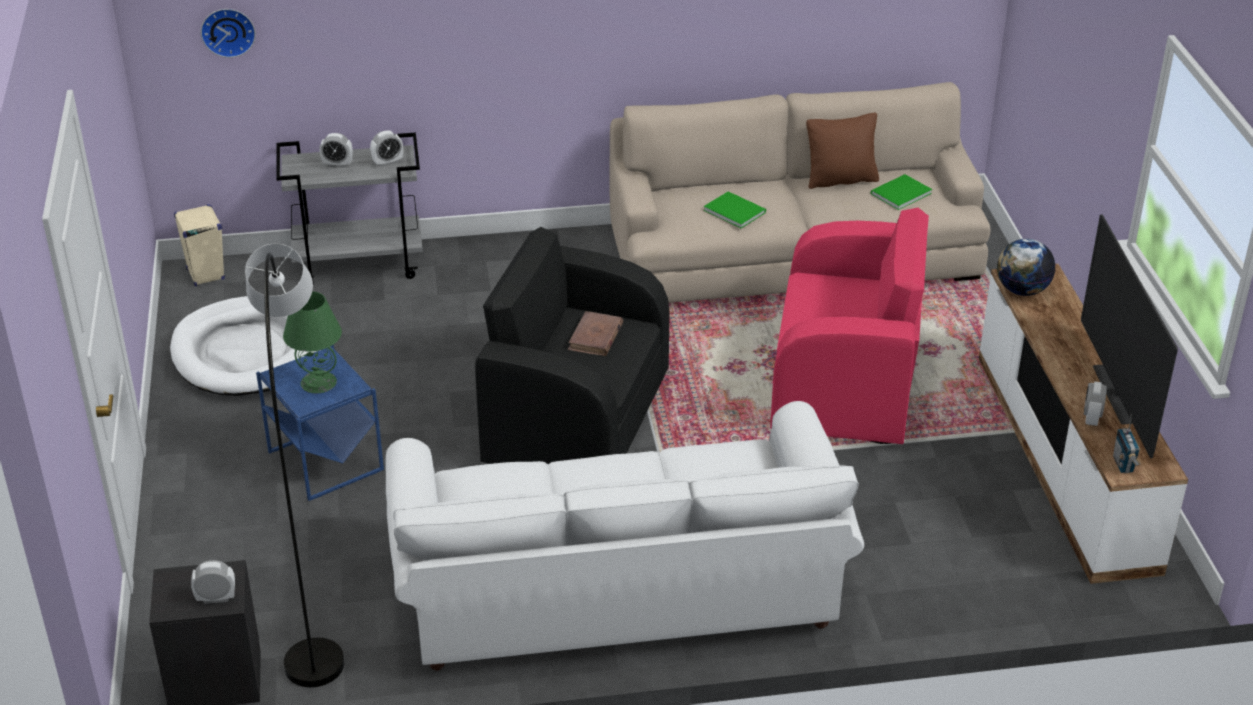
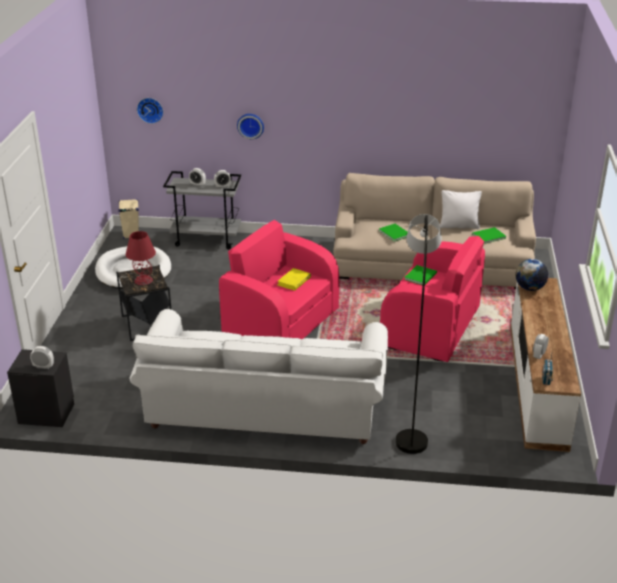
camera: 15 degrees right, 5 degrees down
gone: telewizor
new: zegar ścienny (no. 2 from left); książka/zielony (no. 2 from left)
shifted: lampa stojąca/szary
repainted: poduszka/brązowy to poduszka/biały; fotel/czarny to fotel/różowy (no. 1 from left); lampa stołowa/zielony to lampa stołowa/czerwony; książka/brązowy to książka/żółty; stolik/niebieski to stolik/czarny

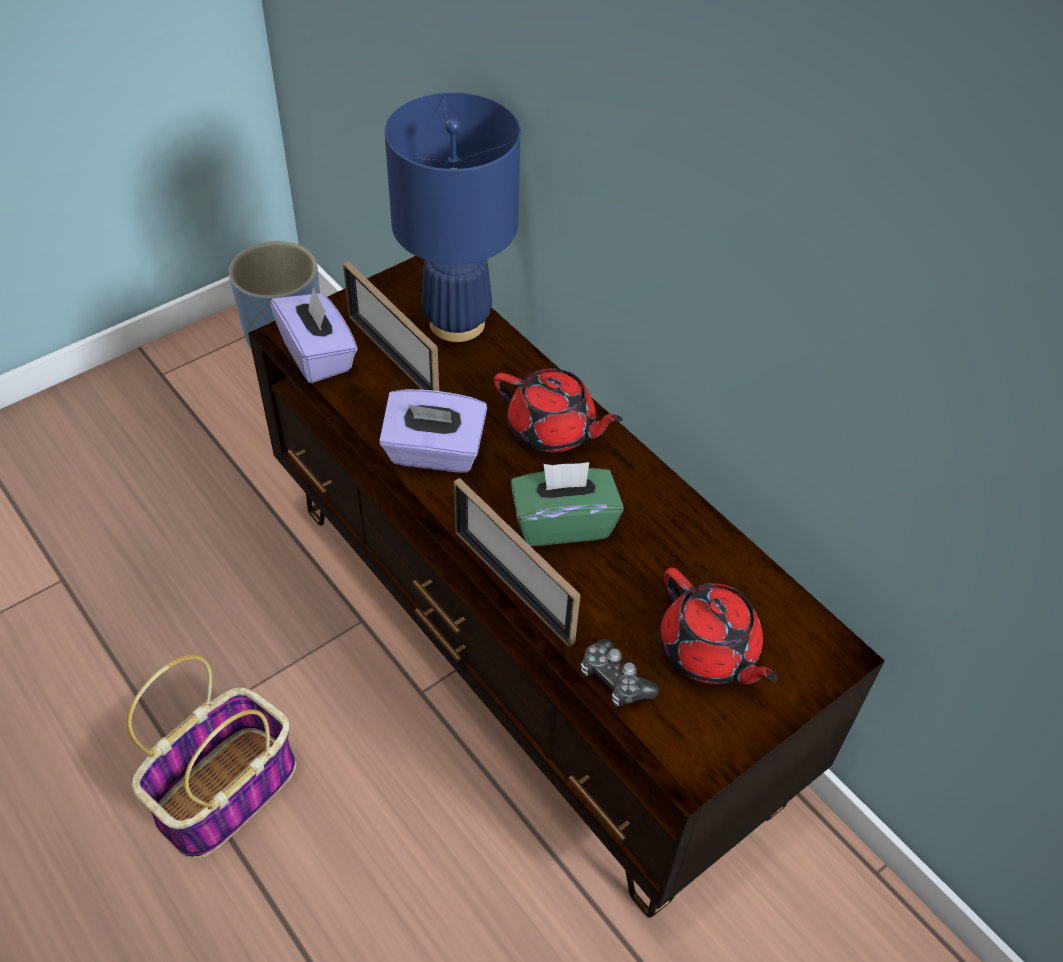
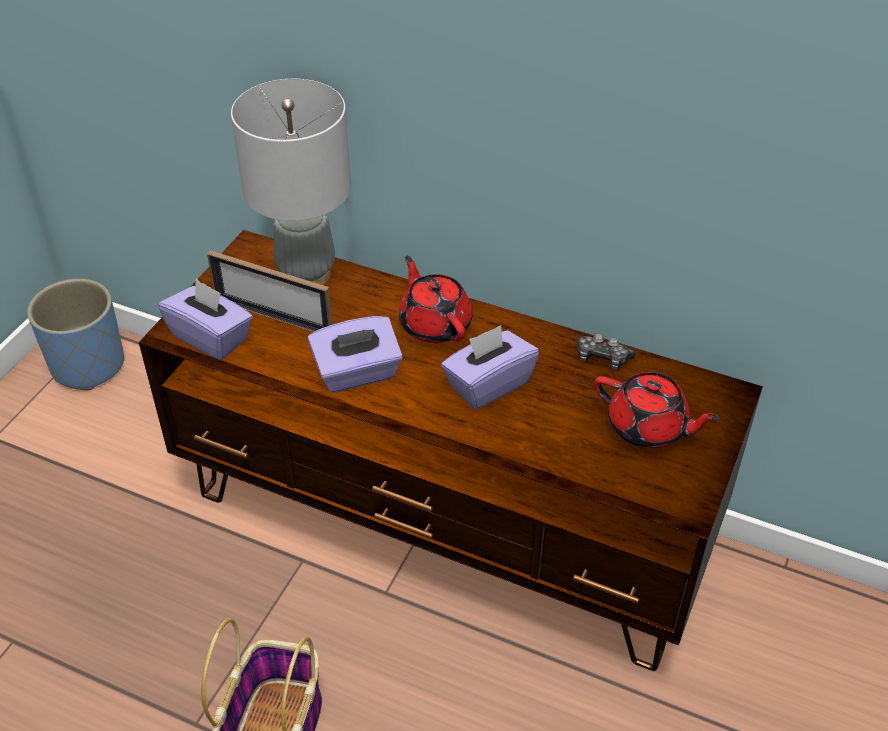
camera: 25 degrees left, 5 degrees down
gone: ramka na zdjęcie (no. 2 from left)
shifted: pad do gier
repainted: lampa stołowa/niebieski to lampa stołowa/szary; pudełko chusteczek/zielony to pudełko chusteczek/fioletowy (no. 3 from left)
rotated: imbryk/czerwony (no. 1 from left) 120 degrees counterclockwise

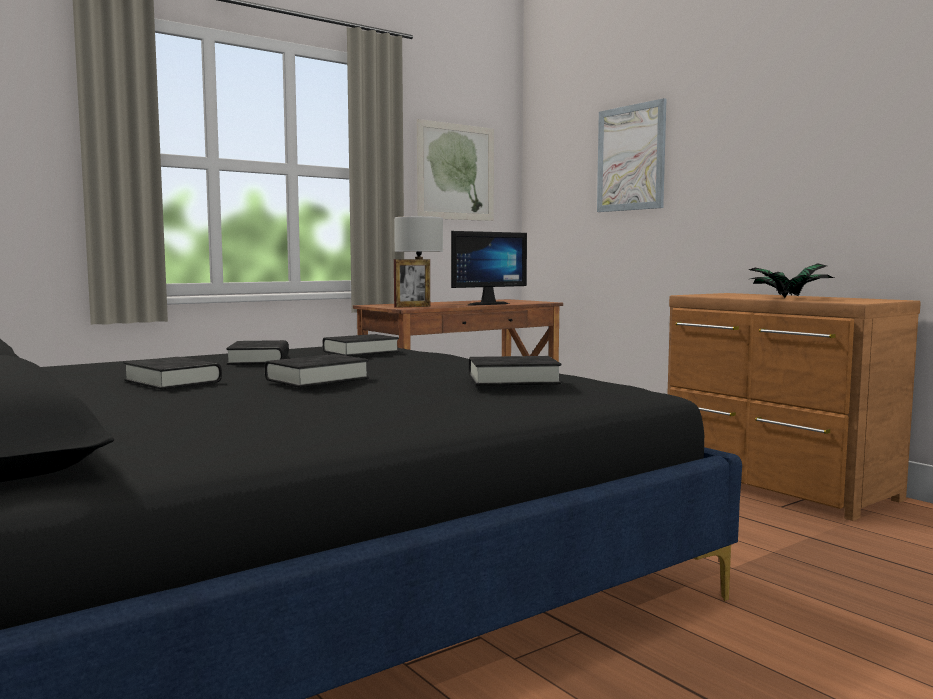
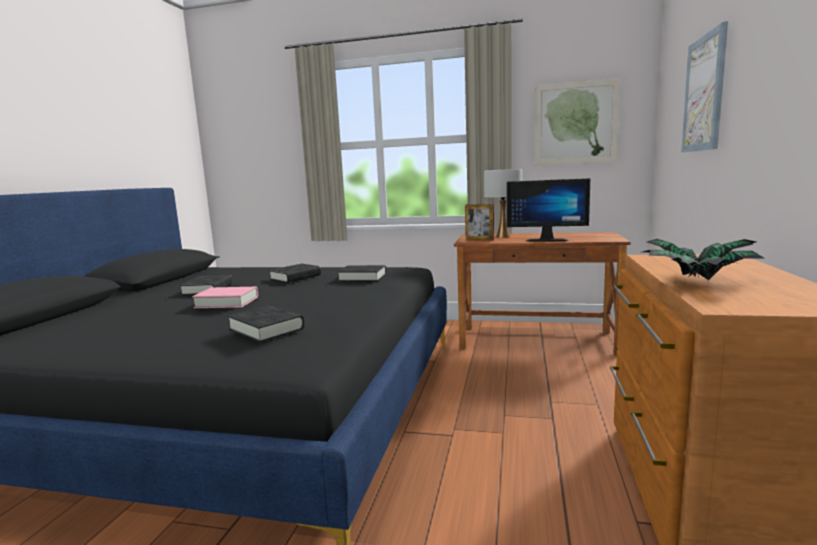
camera: 50 degrees right, 5 degrees up
repainted: książka/czarny (no. 3 from left) to książka/różowy

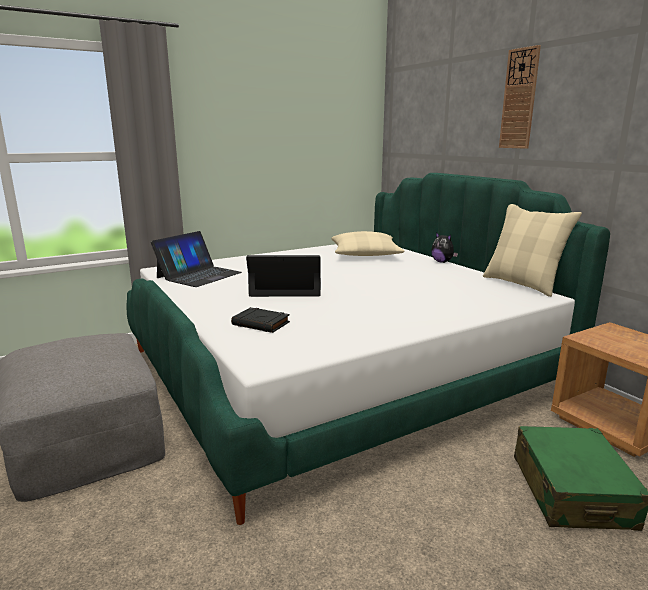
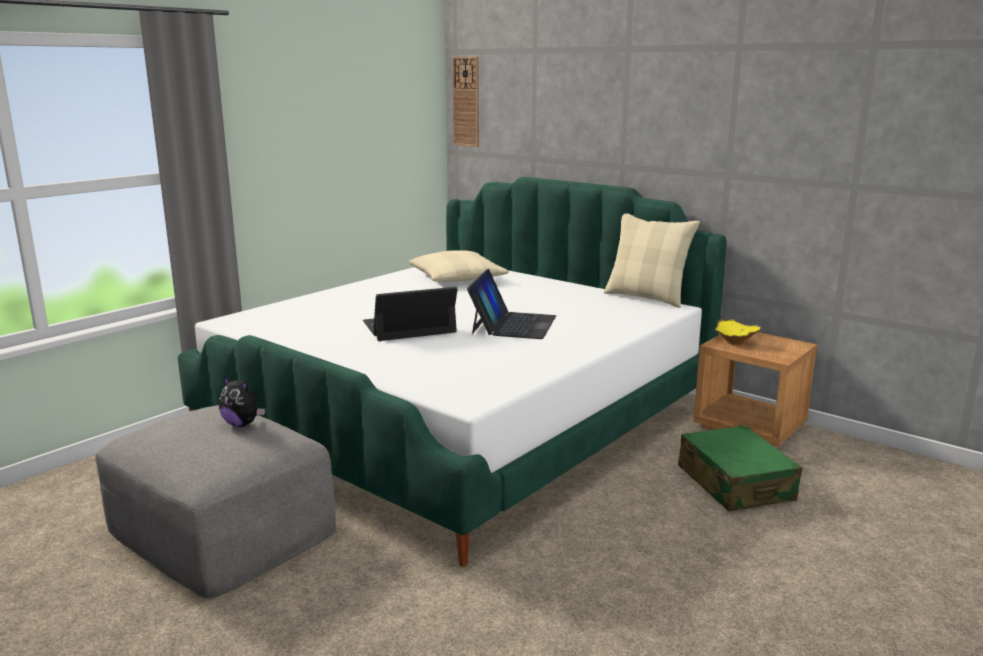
camera: 20 degrees left, 0 degrees up
gone: książka/czarny
new: miska/żółty
shifted: zegar ścienny; laptop (no. 1 from left in the first image) to laptop (no. 2 from left); pluszak

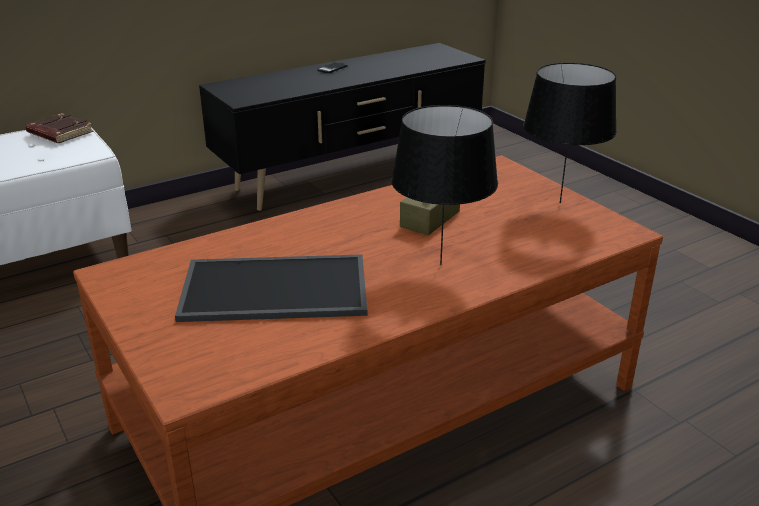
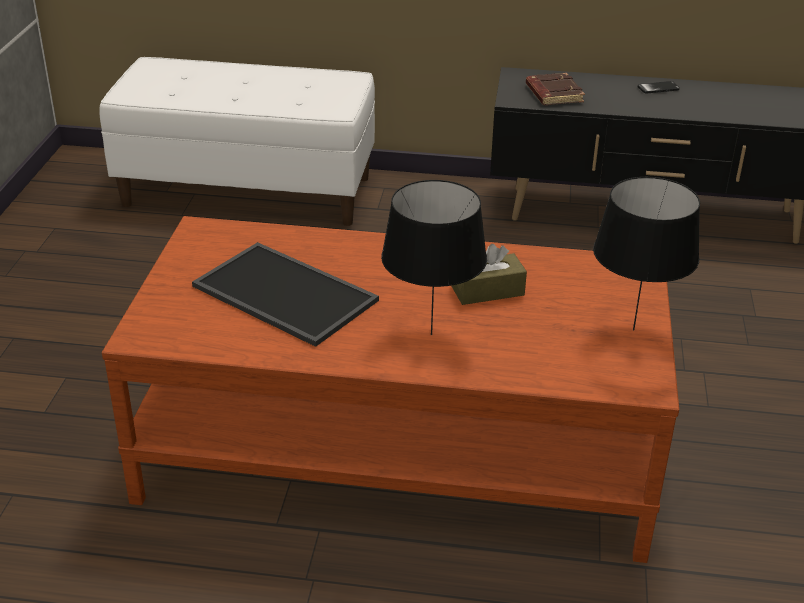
camera: 40 degrees right, 5 degrees up
shifted: książka/brązowy

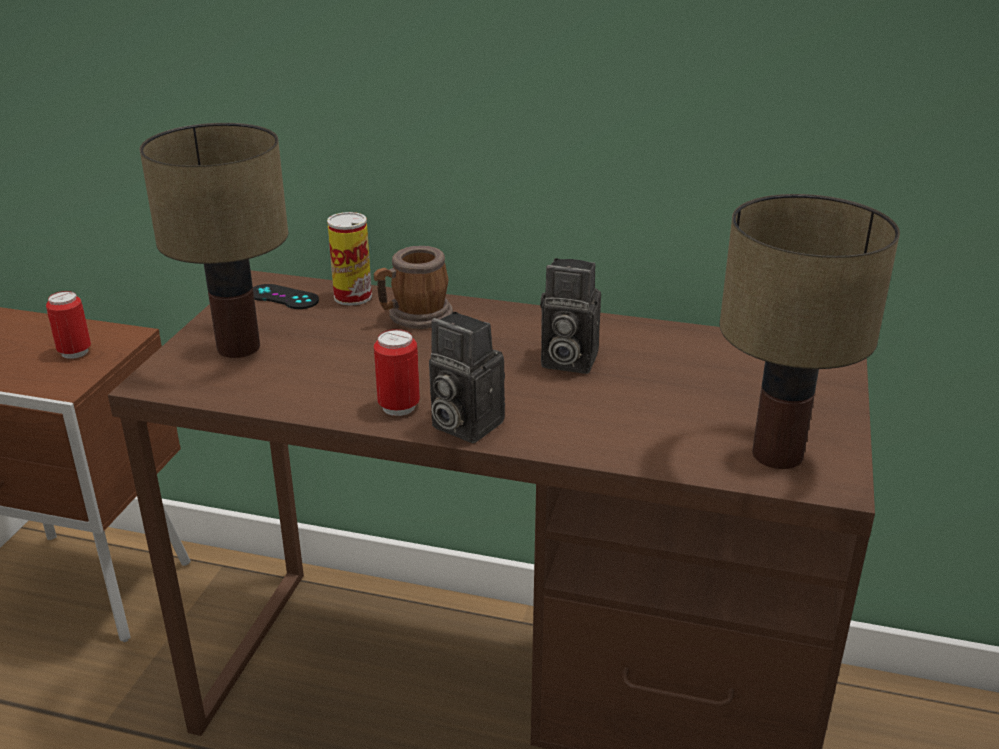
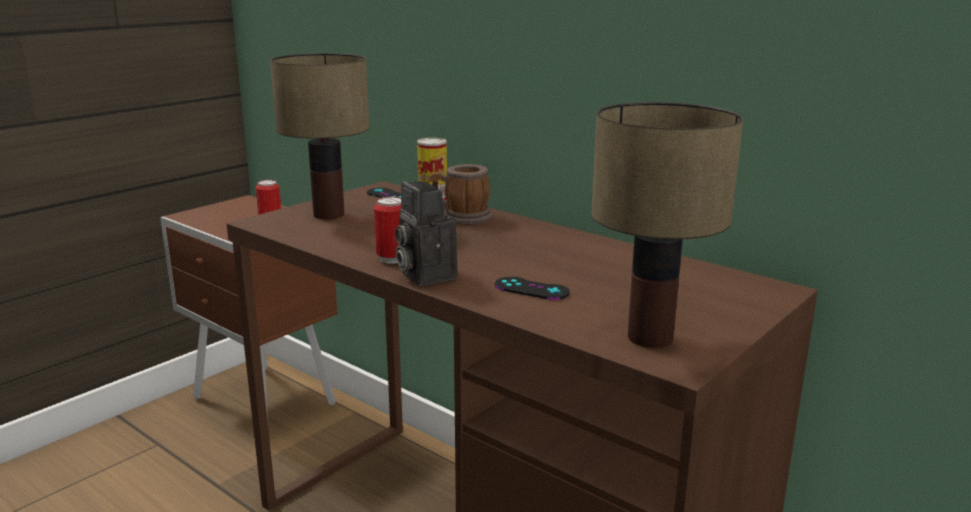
camera: 25 degrees right, 10 degrees down
gone: aparat fotograficzny (no. 2 from left)
new: pad do gier/czarny (no. 2 from left)

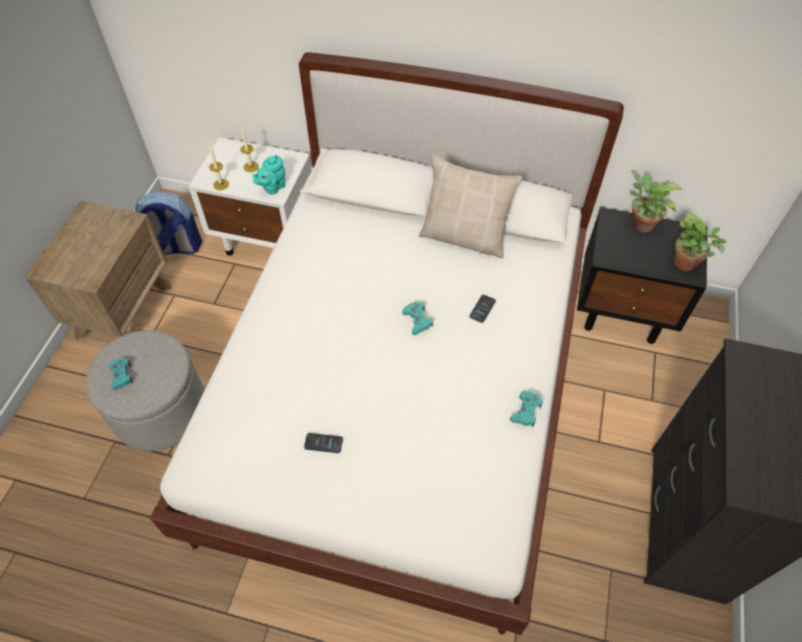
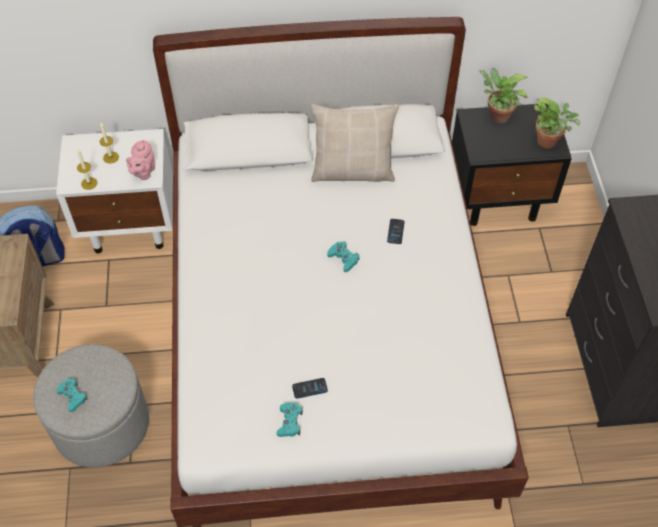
camera: 20 degrees left, 0 degrees up
shifted: pad do gier/turkusowy (no. 3 from left in the first image) to pad do gier/turkusowy (no. 2 from left)
repainted: imbryk/turkusowy to imbryk/różowy

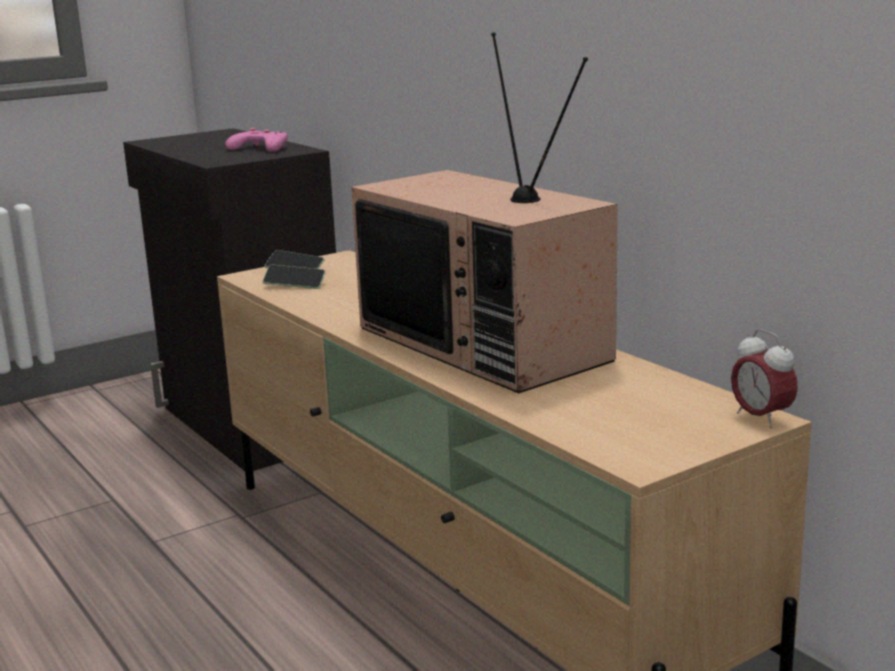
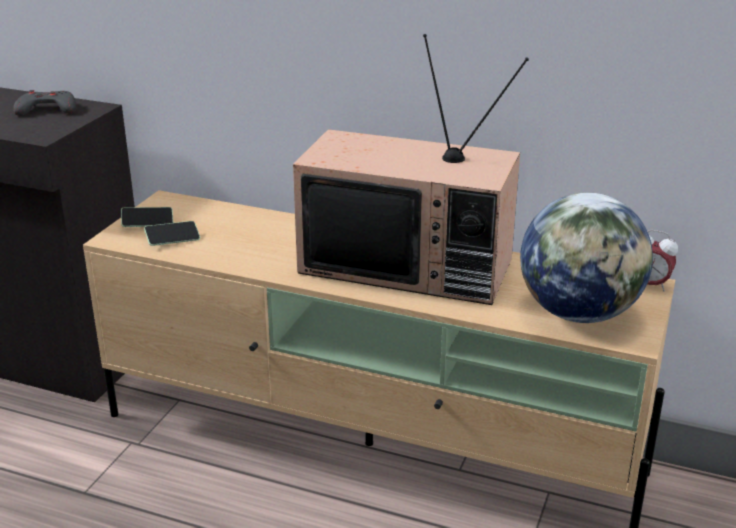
camera: 35 degrees left, 10 degrees up
new: globus
repainted: pad do gier/różowy to pad do gier/szary

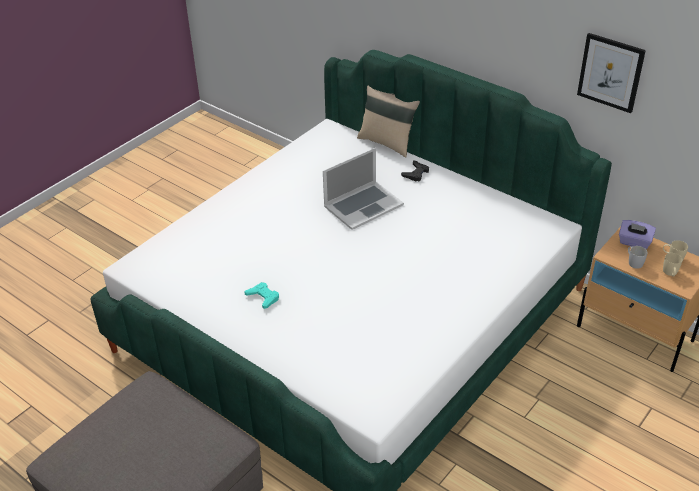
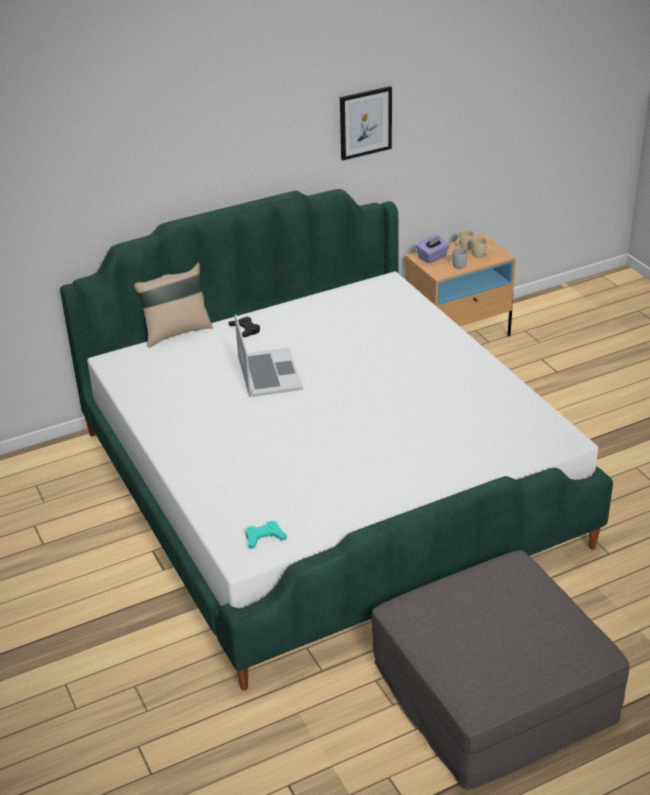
camera: 65 degrees left, 5 degrees down
shifted: pad do gier/turkusowy

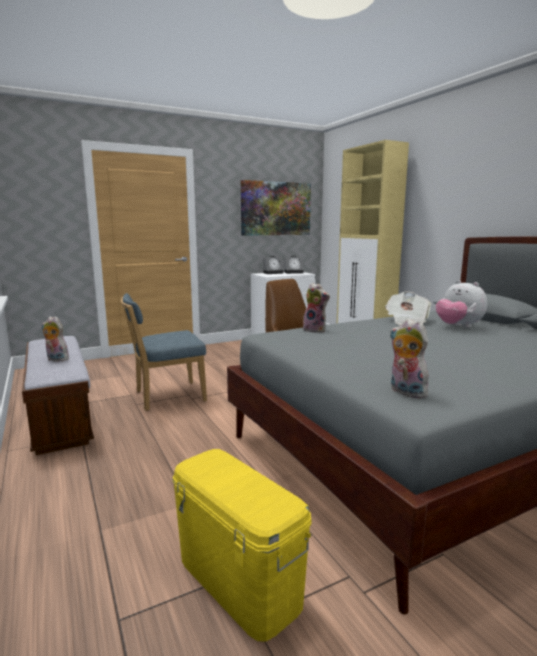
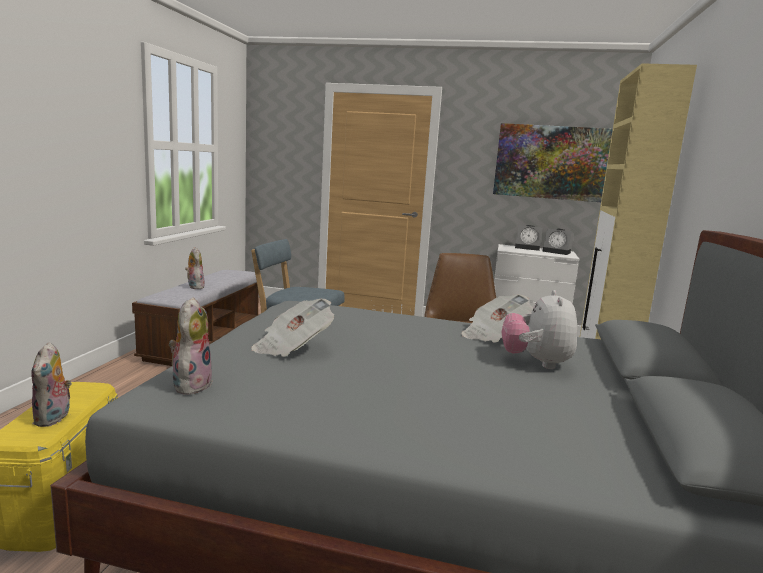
camera: 40 degrees right, 0 degrees up
new: gazeta (no. 1 from left)
shifted: pluszak (no. 2 from left in the first image) to pluszak (no. 1 from left)

